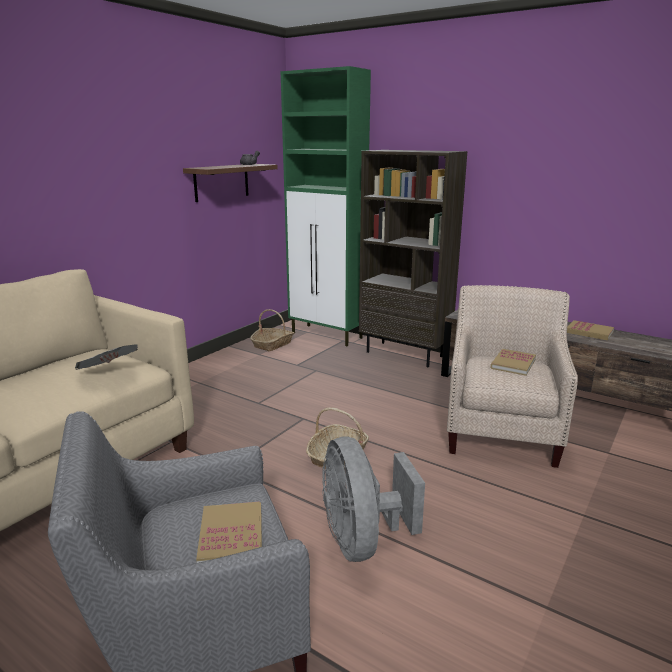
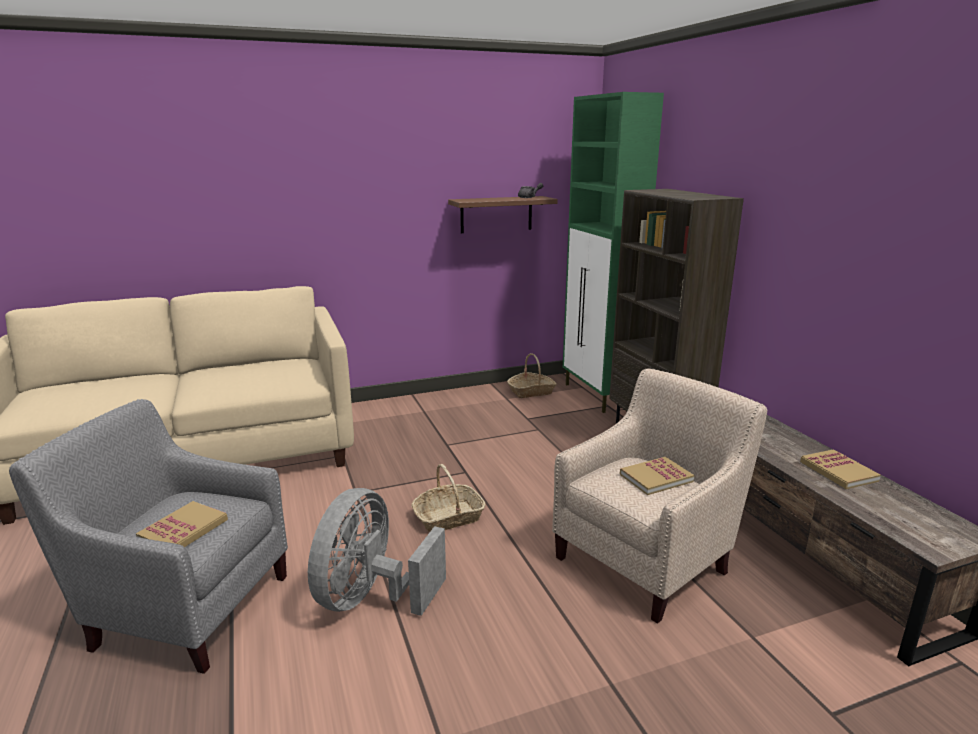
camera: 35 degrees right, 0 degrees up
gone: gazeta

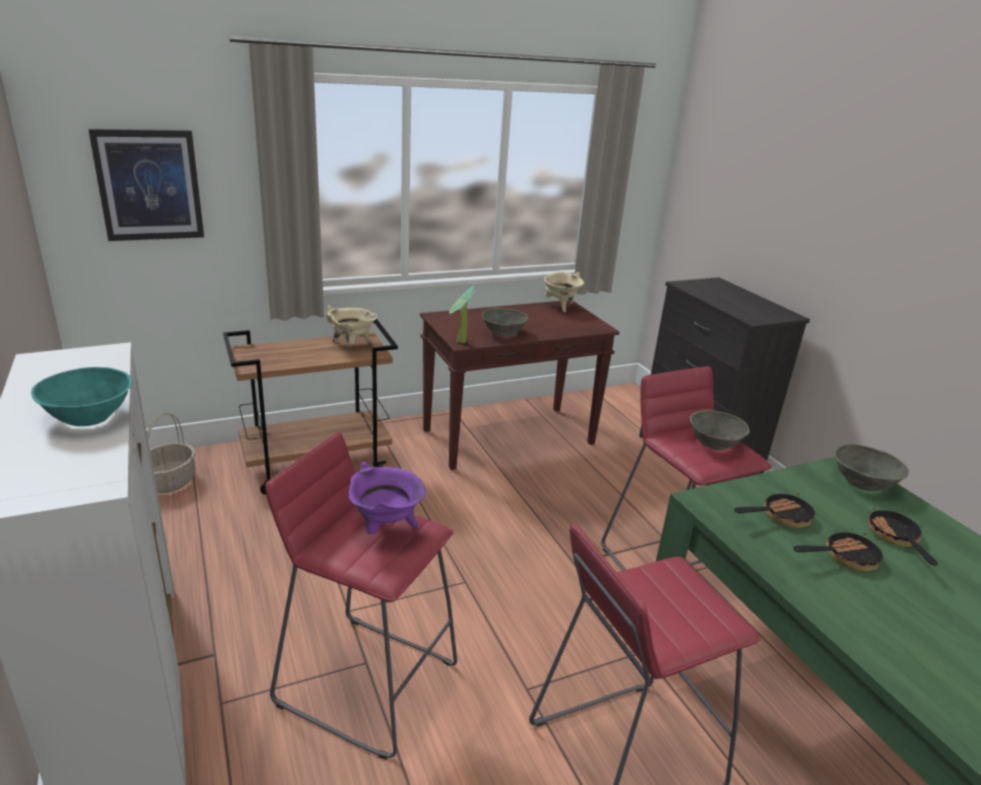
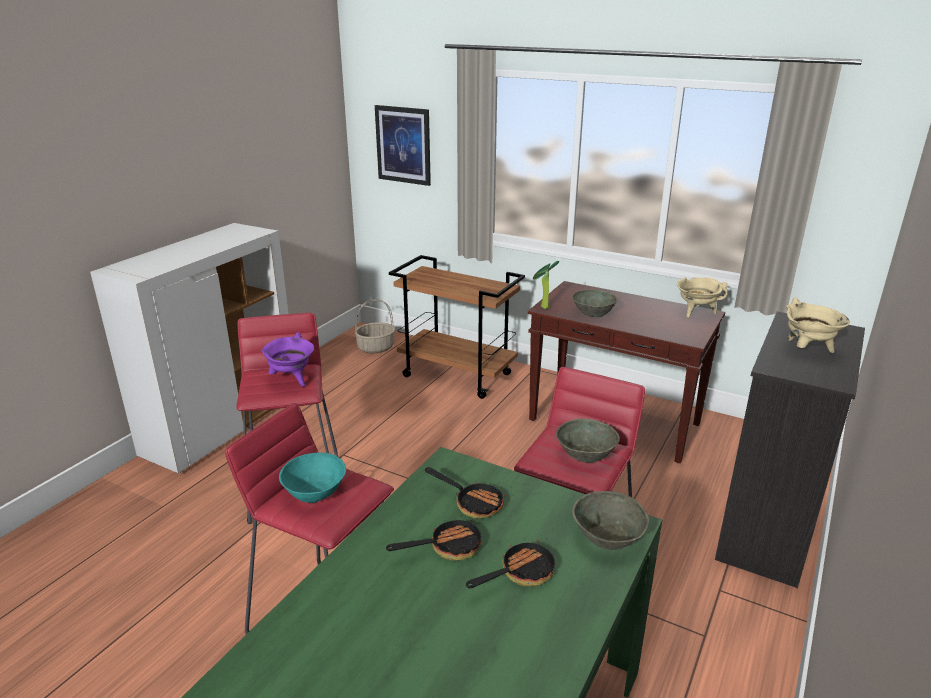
camera: 55 degrees right, 0 degrees up
shifted: garnek/beżowy (no. 1 from left in the first image) to garnek/beżowy (no. 2 from left); miska/turkusowy
rotated: patelnia (no. 2 from left in the first image) 60 degrees counterclockwise

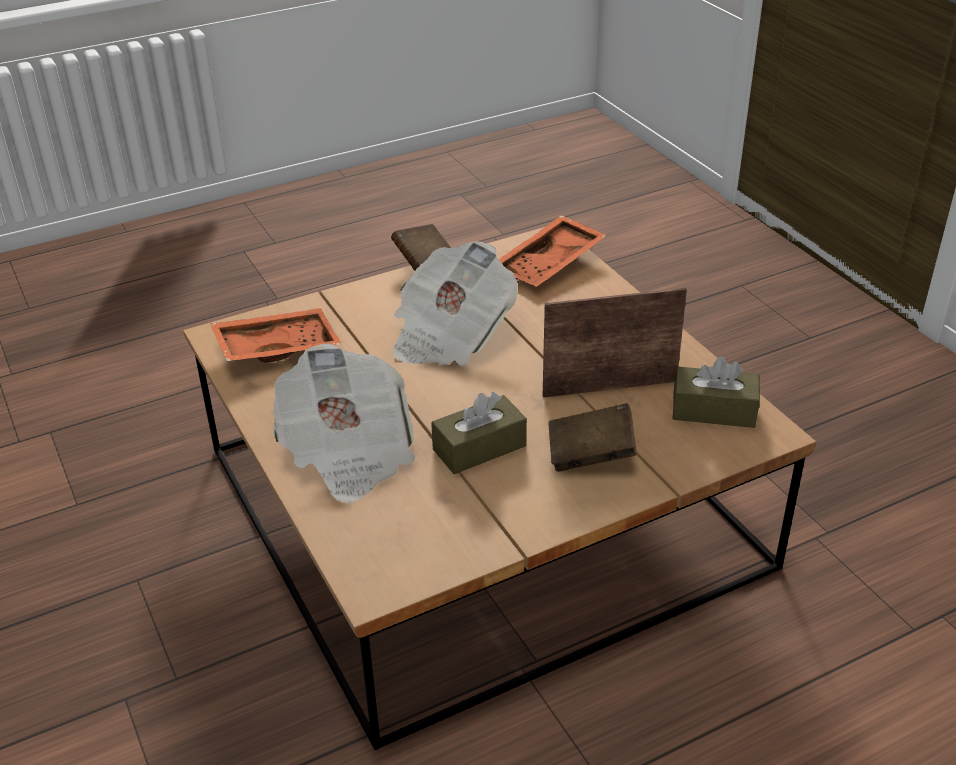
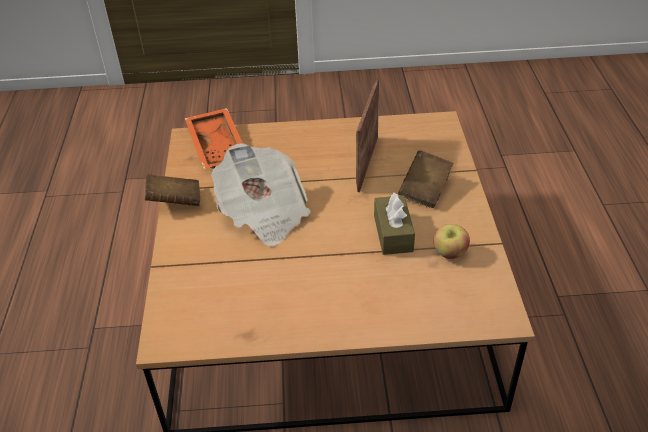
camera: 65 degrees left, 5 degrees up
gone: taca/pomarańczowy (no. 1 from left); gazeta (no. 1 from left); pudełko chusteczek/brązowy (no. 2 from left)
new: jabłko

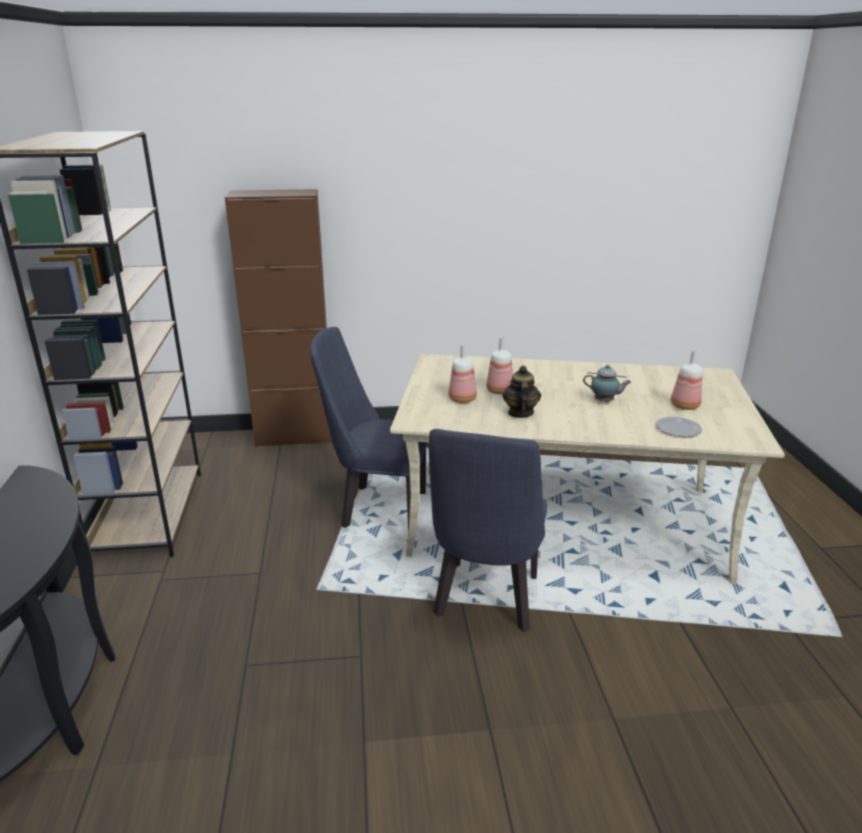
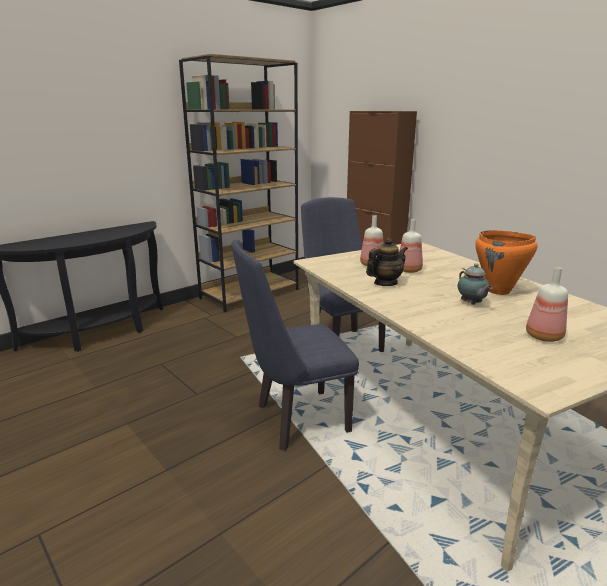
camera: 55 degrees right, 5 degrees down
gone: talerz
new: garnek/pomarańczowy

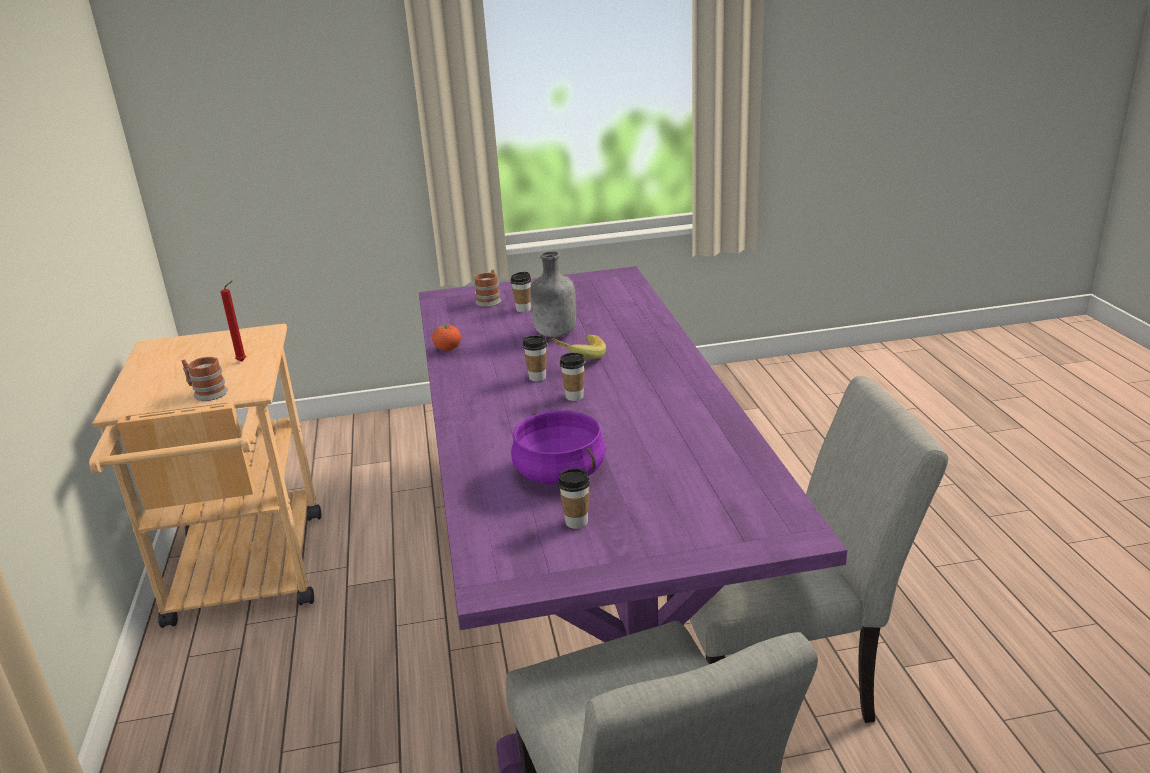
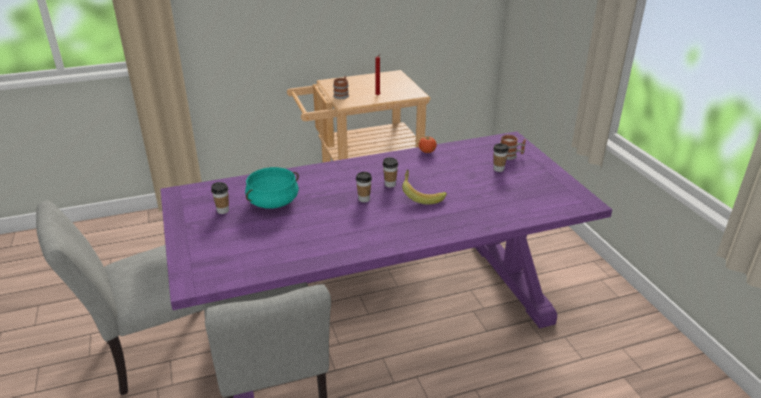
camera: 80 degrees right, 5 degrees up
gone: butelka/szary
repainted: garnek/fioletowy to garnek/turkusowy

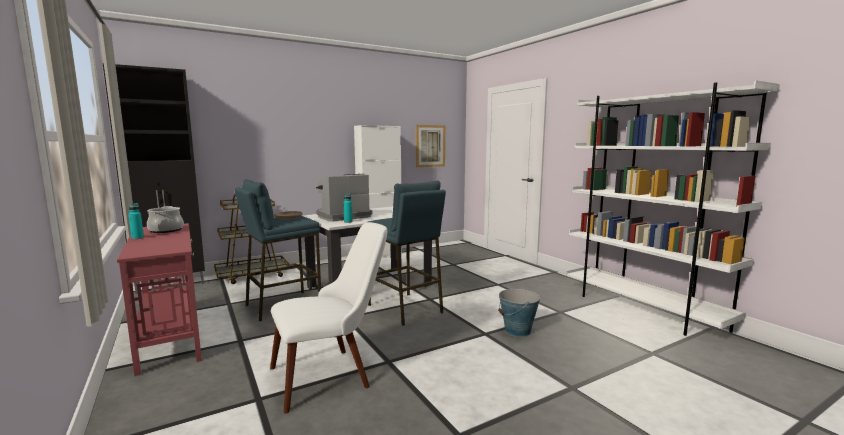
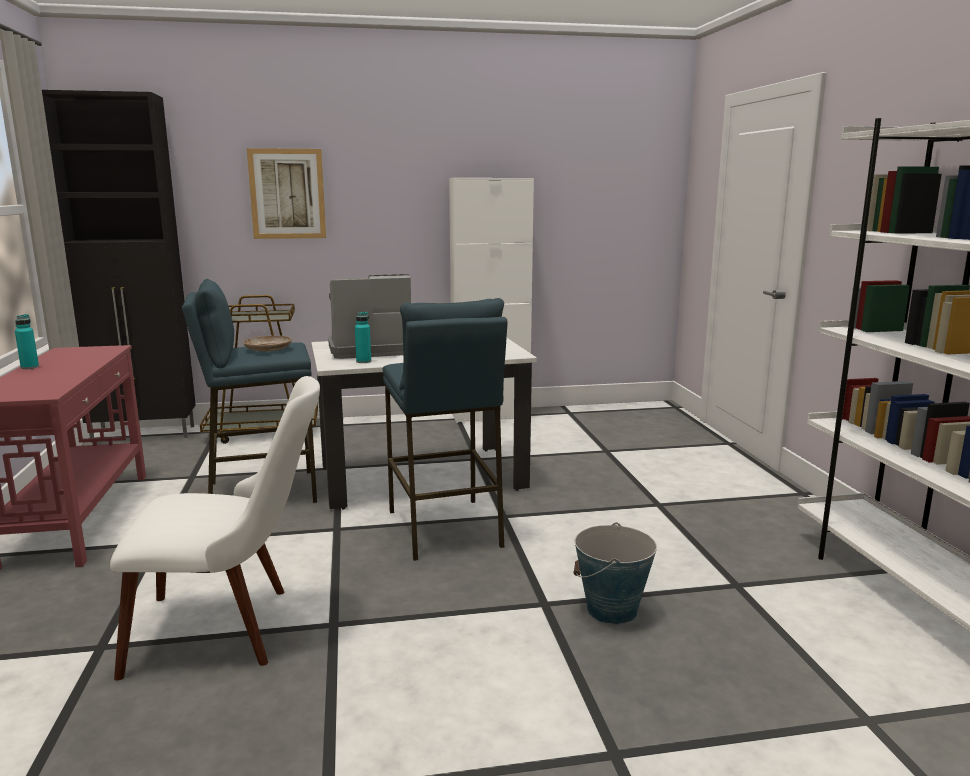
camera: 20 degrees right, 5 degrees up
gone: garnek
shifted: obraz

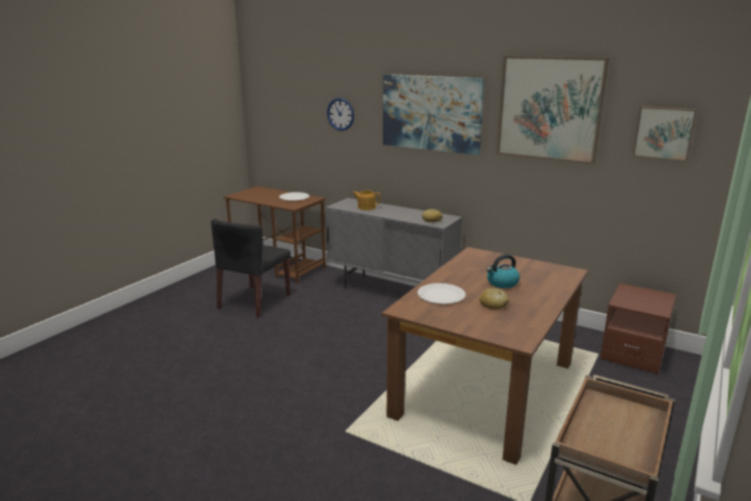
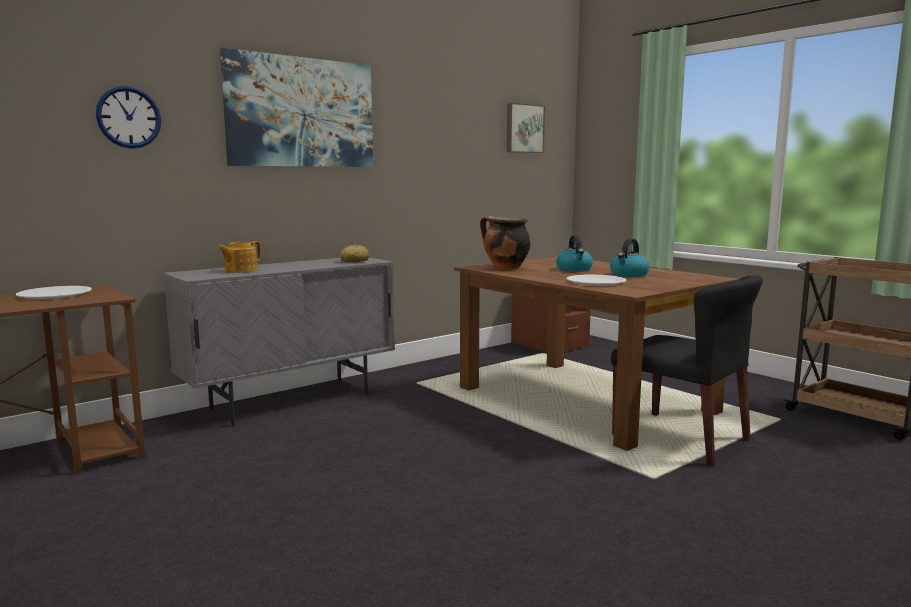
camera: 70 degrees left, 10 degrees down
gone: obraz (no. 2 from left)
new: garnek
shifted: krzesło/czarny
swapped: chleb (no. 2 from left) to czajnik (no. 2 from left)

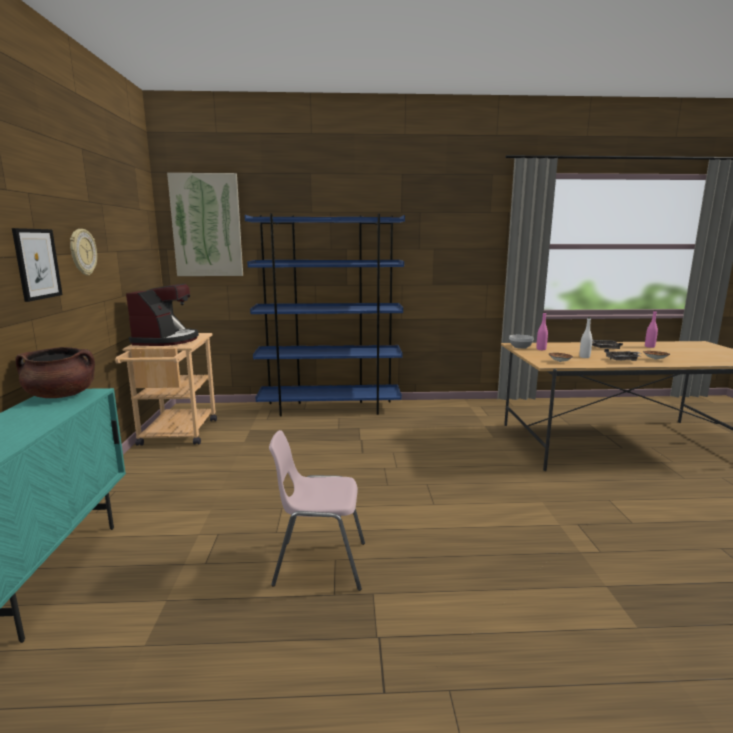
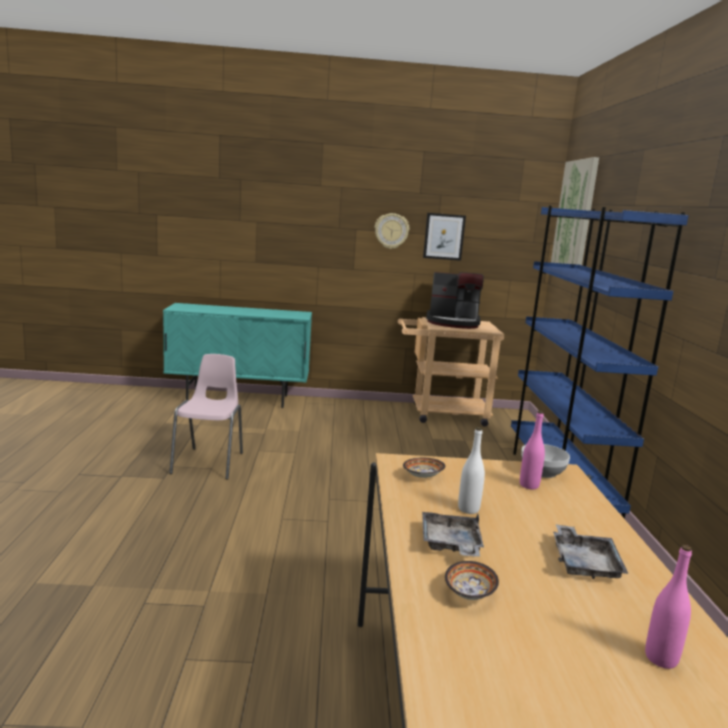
camera: 90 degrees right, 0 degrees up
gone: garnek/brązowy
shifted: obraz (no. 1 from left)

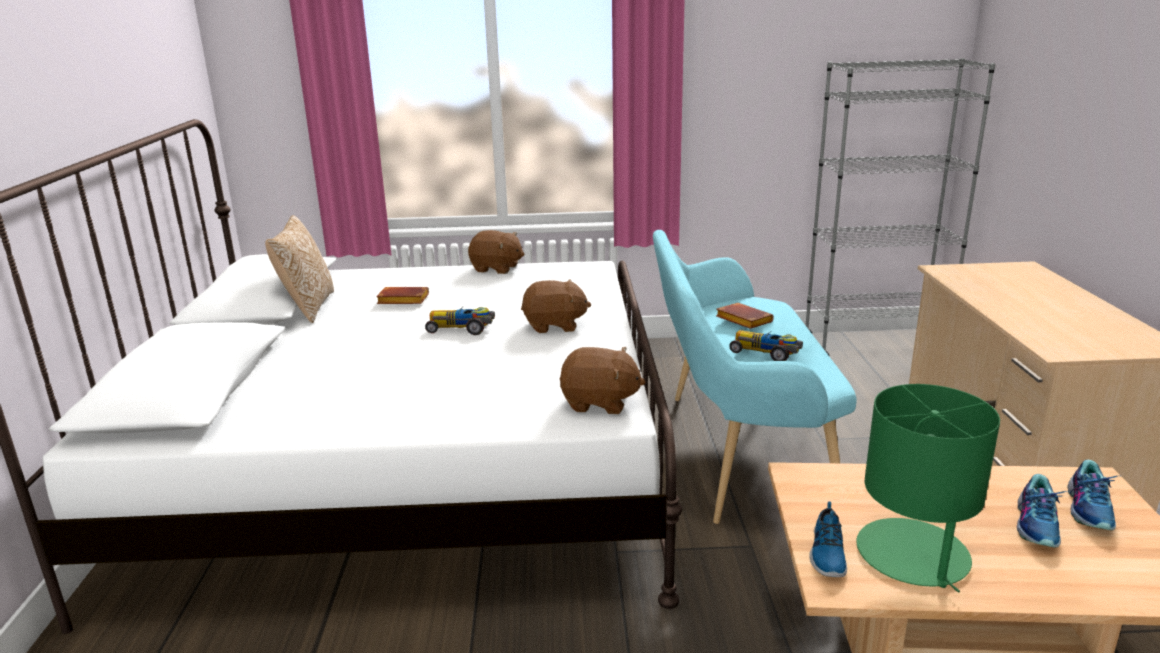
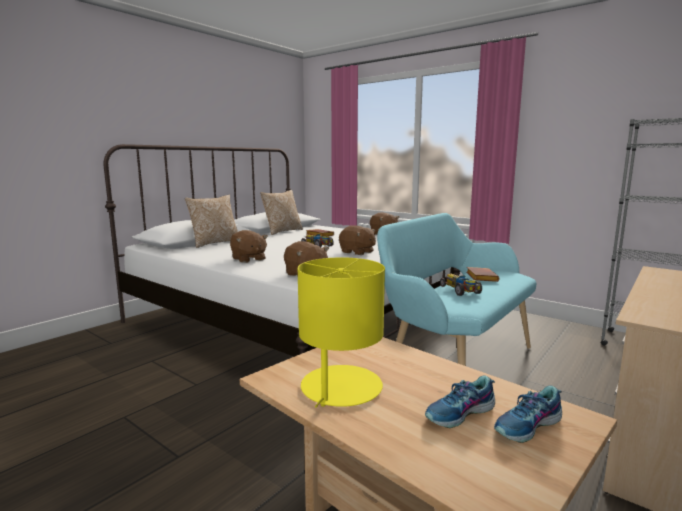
camera: 40 degrees right, 10 degrees down
gone: but (no. 1 from left)
new: poduszka (no. 1 from left); pluszak/brązowy (no. 1 from left)
repainted: lampa stołowa/zielony to lampa stołowa/żółty

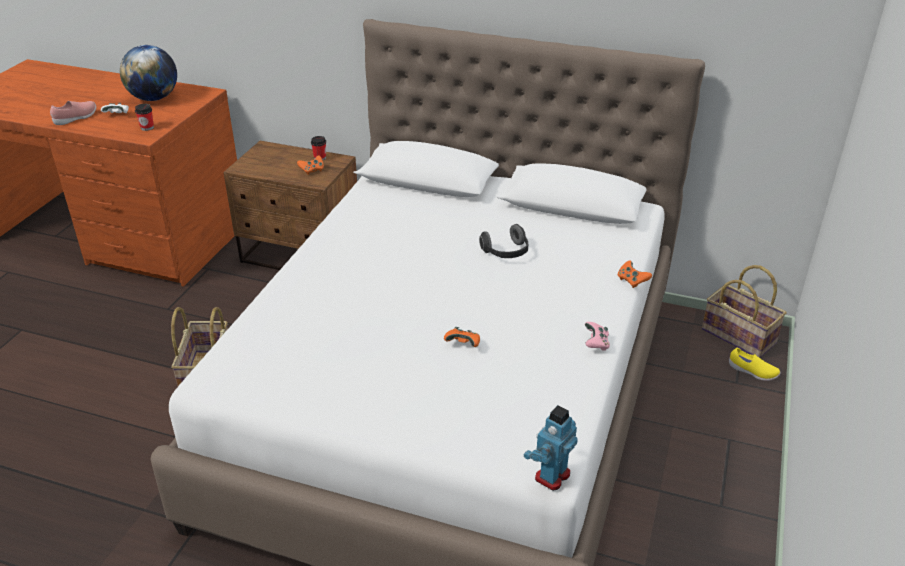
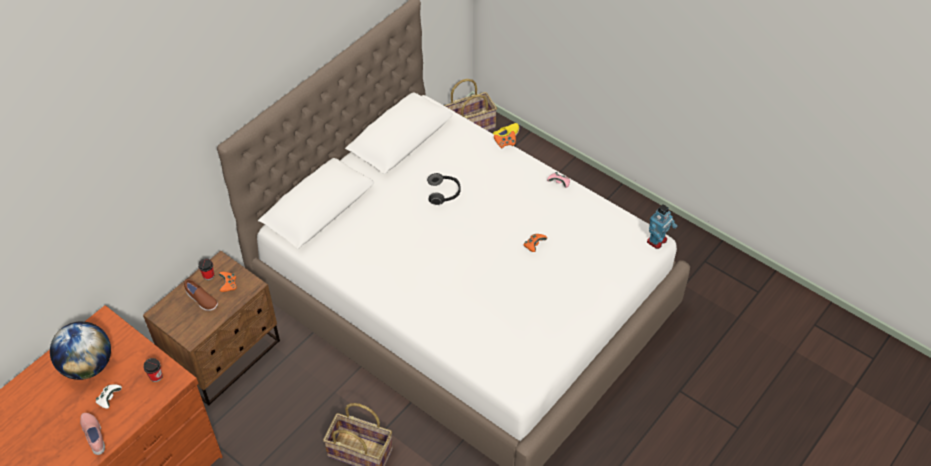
camera: 70 degrees left, 15 degrees up
new: but/brązowy
rotated: robot zabawkowy 105 degrees counterclockwise

